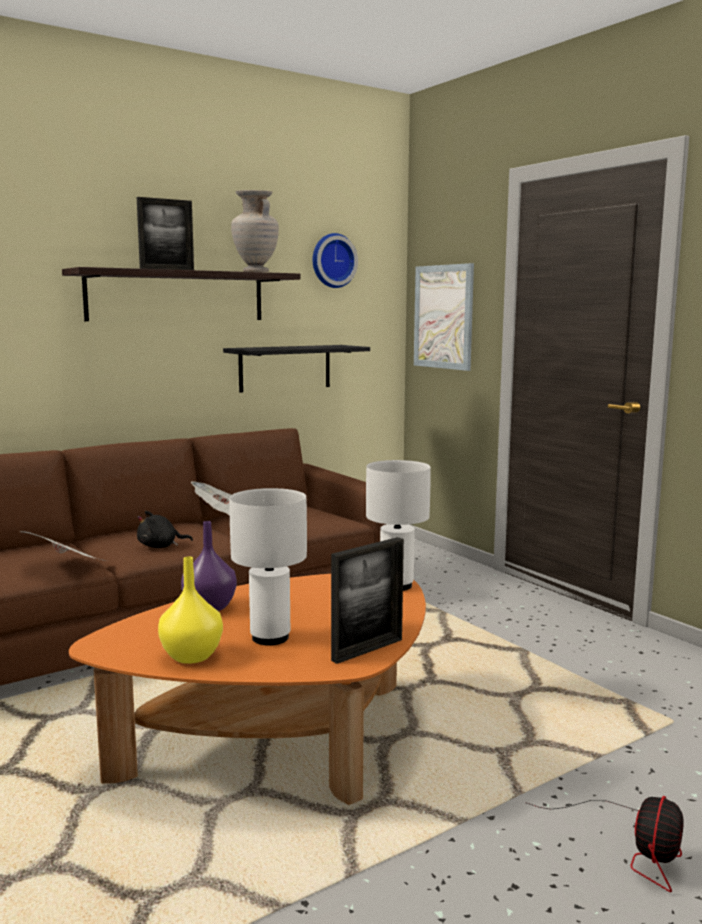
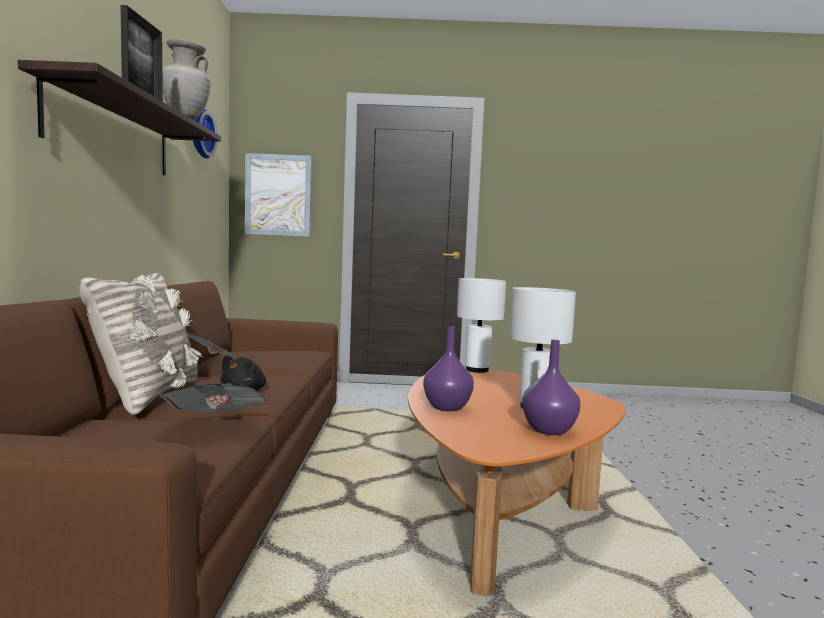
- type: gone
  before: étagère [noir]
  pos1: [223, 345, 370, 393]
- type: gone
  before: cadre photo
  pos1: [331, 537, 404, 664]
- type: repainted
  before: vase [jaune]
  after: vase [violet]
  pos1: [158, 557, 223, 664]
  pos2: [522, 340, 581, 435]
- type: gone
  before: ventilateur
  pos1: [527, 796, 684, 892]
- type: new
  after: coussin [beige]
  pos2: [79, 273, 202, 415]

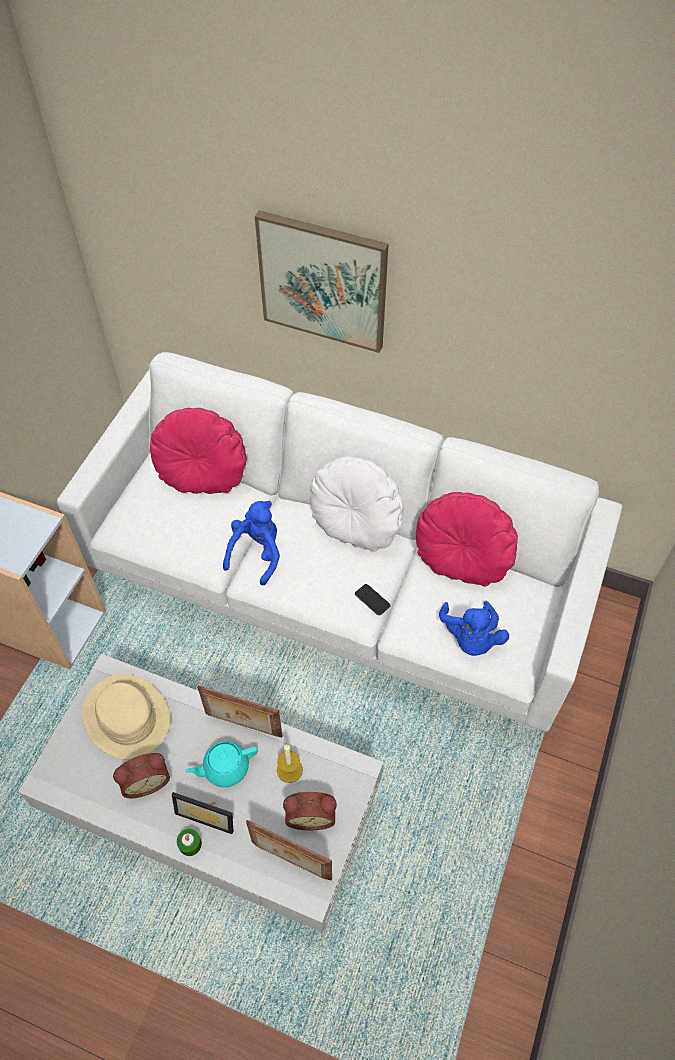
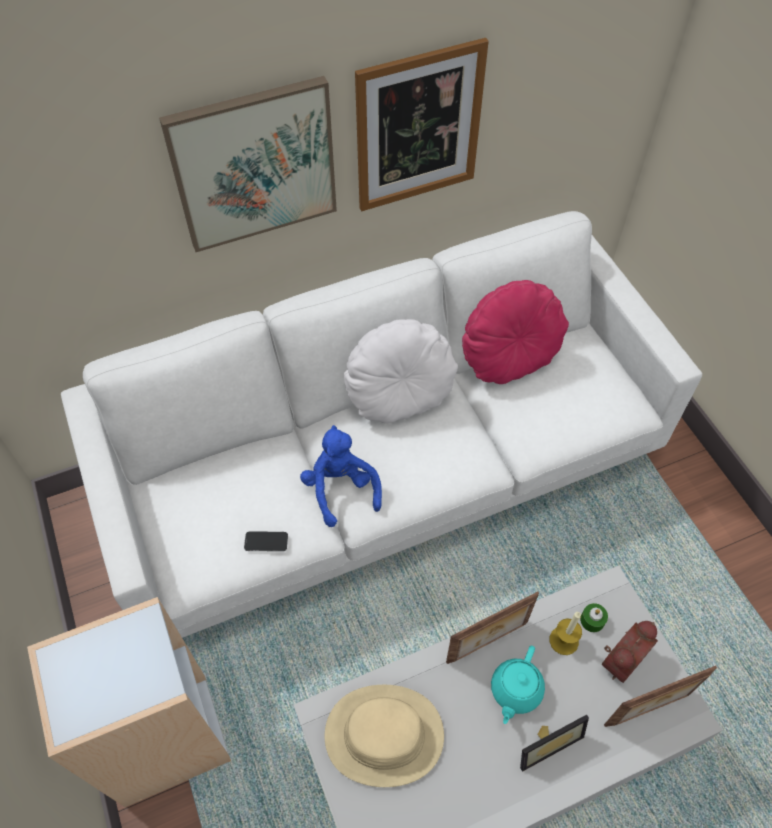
- type: gone
  before: coussin [rose]
  pos1: [150, 408, 247, 494]
- type: shifted
  before: téléphone
  pos1: [355, 584, 390, 616]
  pos2: [244, 531, 288, 552]
- type: gone
  before: peluche [bleu]
  pos1: [439, 601, 509, 656]
- type: gone
  before: réveil
  pos1: [113, 753, 170, 798]
- type: shifted
  before: bougie [vert]
  pos1: [177, 829, 202, 856]
  pos2: [580, 603, 608, 632]
- type: new
  after: tableau
  pos2: [355, 38, 489, 211]

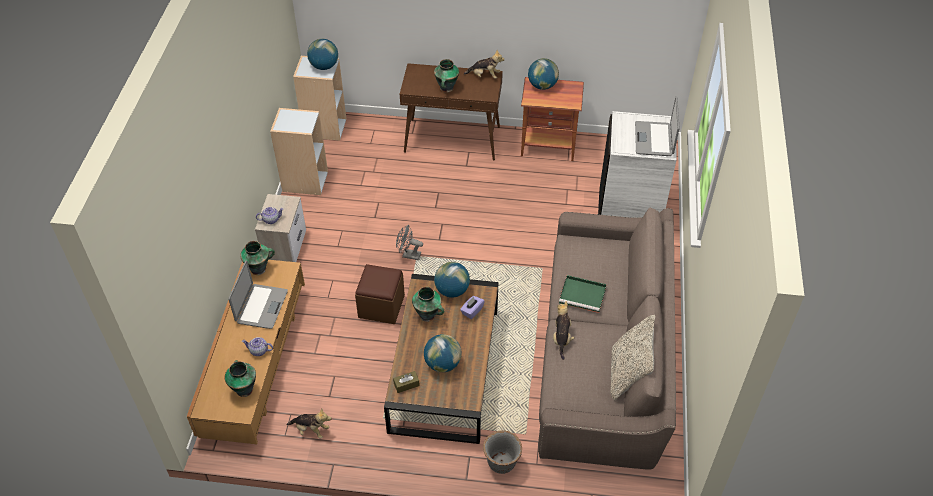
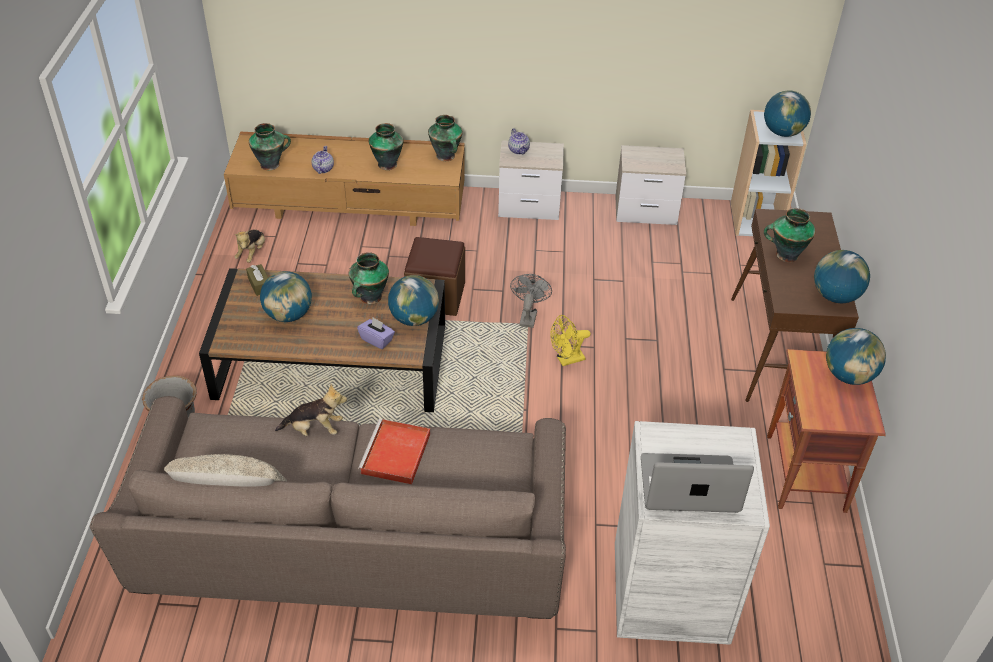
- type: swapped
  before: peluche
  after: globe
  pos1: [464, 50, 505, 79]
  pos2: [814, 250, 870, 303]
- type: swapped
  before: bibliothèque
  after: table de chevet
  pos1: [270, 108, 328, 195]
  pos2: [615, 145, 686, 225]
- type: swapped
  before: ordinateur portable
  after: vase
  pos1: [228, 261, 288, 329]
  pos2: [369, 123, 404, 170]
- type: repainted
  before: plateau [vert]
  after: plateau [rouge]
  pos1: [559, 275, 607, 313]
  pos2: [358, 419, 430, 484]
- type: new
  after: ventilateur [jaune]
  pos2: [550, 315, 591, 366]

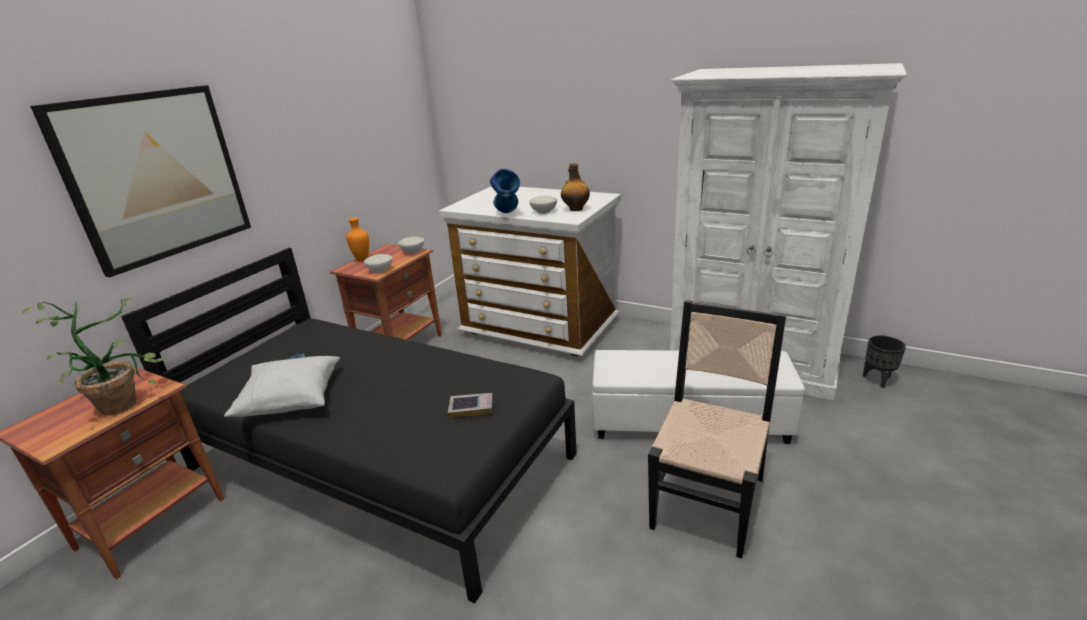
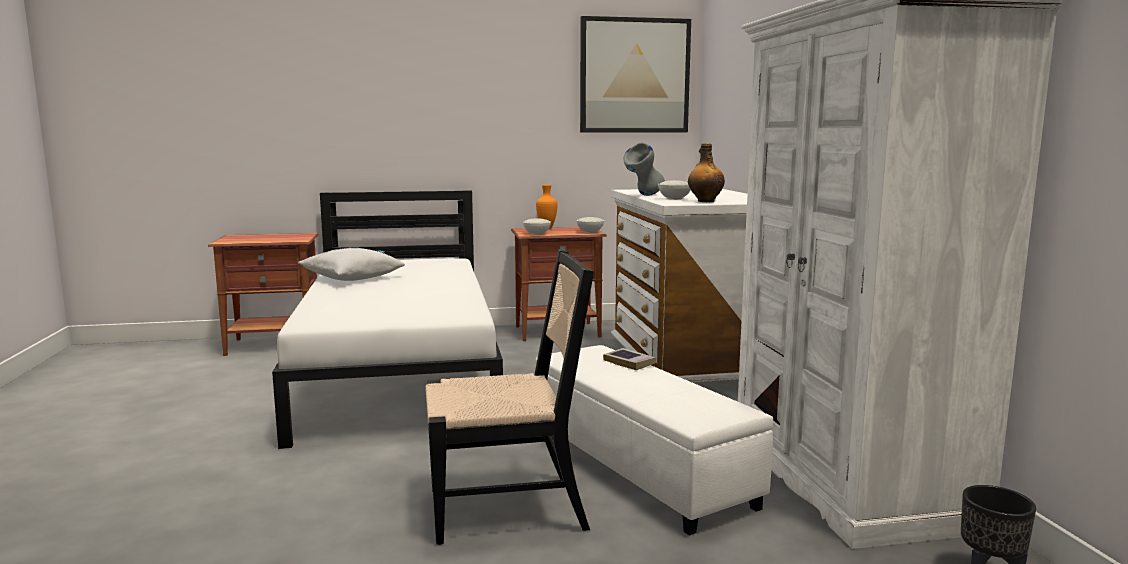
- type: shifted
  before: tableau
  pos1: [30, 85, 251, 277]
  pos2: [580, 16, 691, 133]
- type: repainted
  before: vase [bleu]
  after: vase [gris]
  pos1: [490, 169, 520, 213]
  pos2: [624, 142, 665, 196]
- type: repainted
  before: lit [noir]
  after: lit [blanc]
  pos1: [121, 248, 577, 603]
  pos2: [272, 191, 503, 449]
- type: gone
  before: plante en pot
  pos1: [22, 298, 165, 415]
- type: shifted
  before: livre
  pos1: [448, 393, 493, 417]
  pos2: [603, 348, 656, 370]

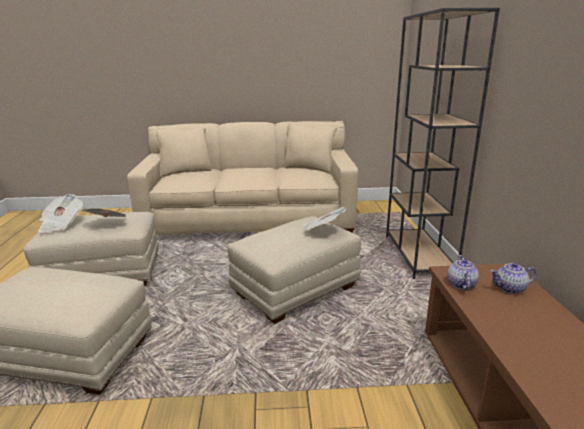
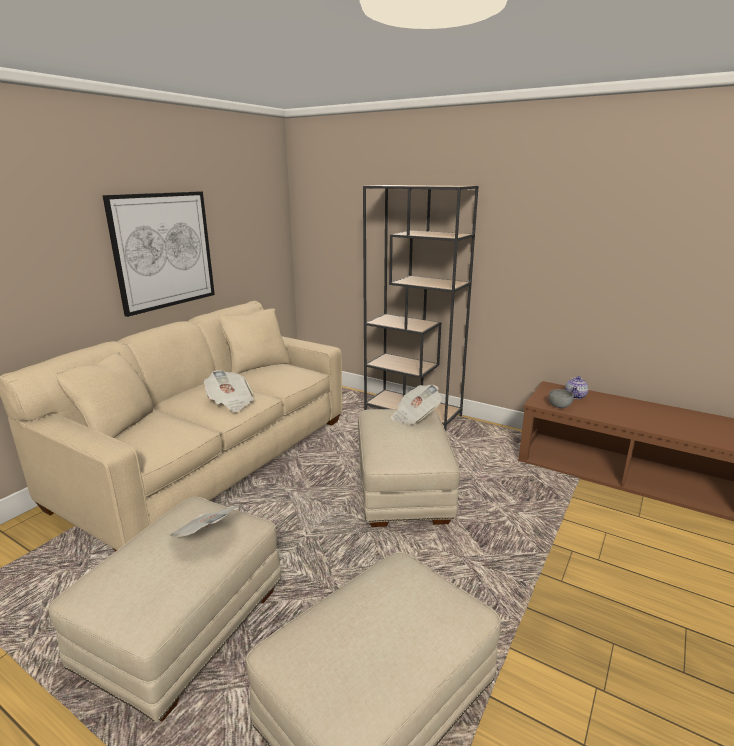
- type: shifted
  before: journal
  pos1: [38, 194, 83, 233]
  pos2: [204, 370, 255, 412]
- type: swapped
  before: théière
  after: bol [gris]
  pos1: [447, 255, 479, 290]
  pos2: [548, 389, 574, 408]
- type: new
  after: tableau
  pos2: [102, 191, 215, 317]

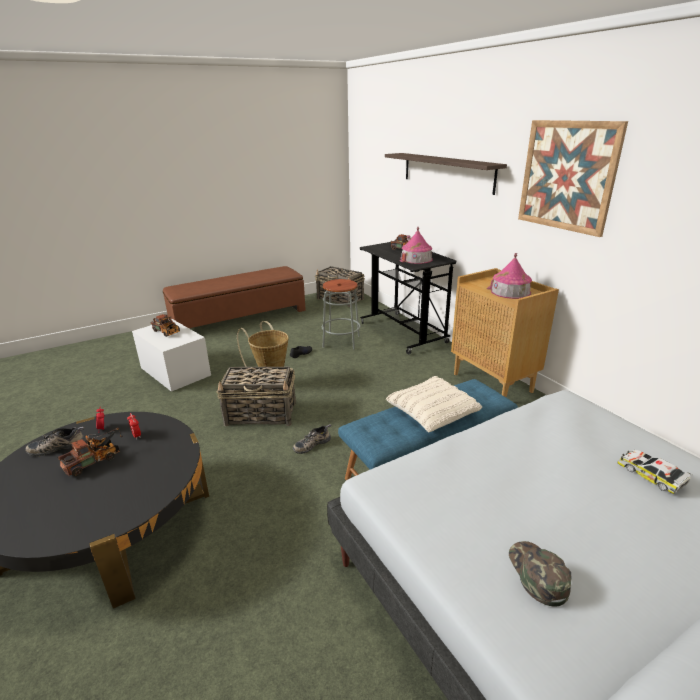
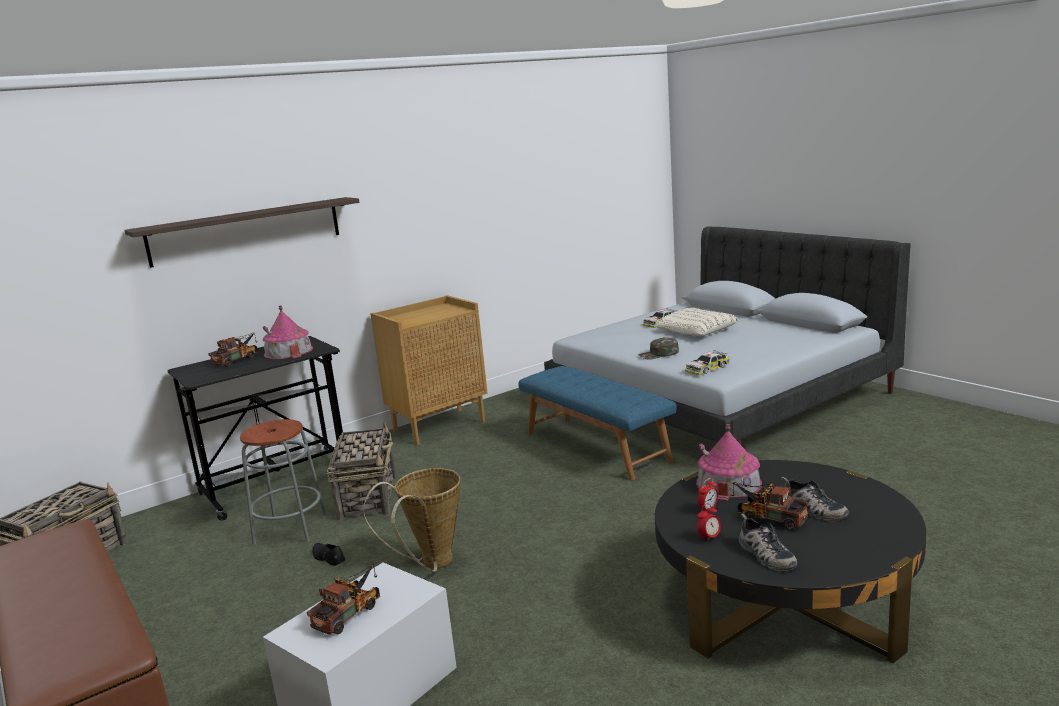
- type: gone
  before: tableau
  pos1: [518, 120, 628, 237]
- type: shifted
  before: maison miniature
  pos1: [487, 253, 532, 299]
  pos2: [696, 424, 762, 501]
- type: shifted
  before: panier
  pos1: [217, 367, 296, 426]
  pos2: [327, 422, 396, 520]
- type: shifted
  before: coussin [beige]
  pos1: [386, 376, 482, 432]
  pos2: [656, 308, 738, 336]
- type: shifted
  before: chaussure
  pos1: [293, 424, 331, 454]
  pos2: [780, 477, 849, 522]
- type: shifted
  before: casquette [vert]
  pos1: [509, 541, 572, 607]
  pos2: [638, 337, 679, 360]
- type: new
  after: petite voiture
  pos2: [685, 350, 729, 375]

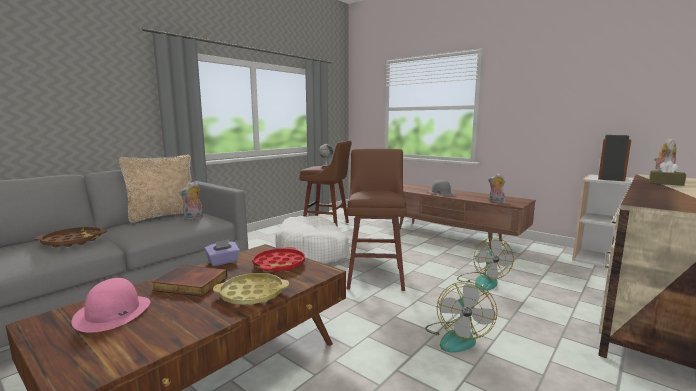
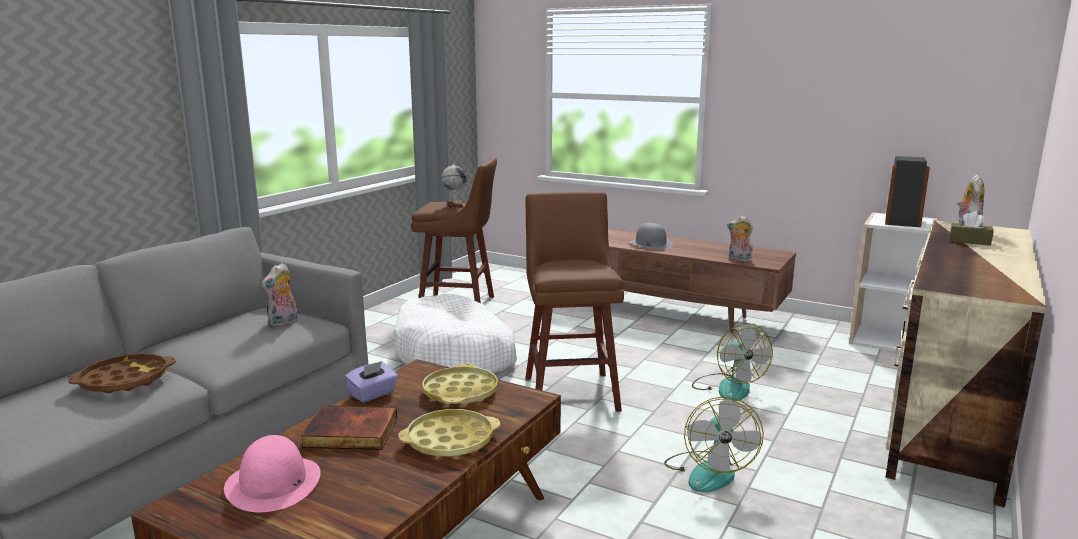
- type: gone
  before: coussin [beige]
  pos1: [119, 154, 192, 223]
- type: repainted
  before: plateau [rouge]
  after: plateau [jaune]
  pos1: [253, 247, 305, 272]
  pos2: [422, 364, 498, 405]

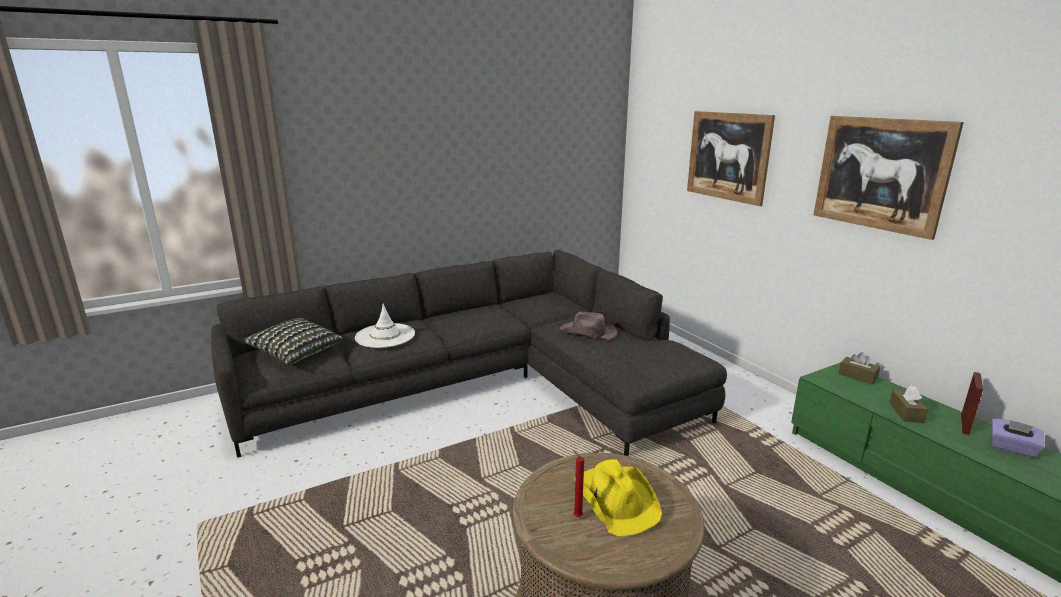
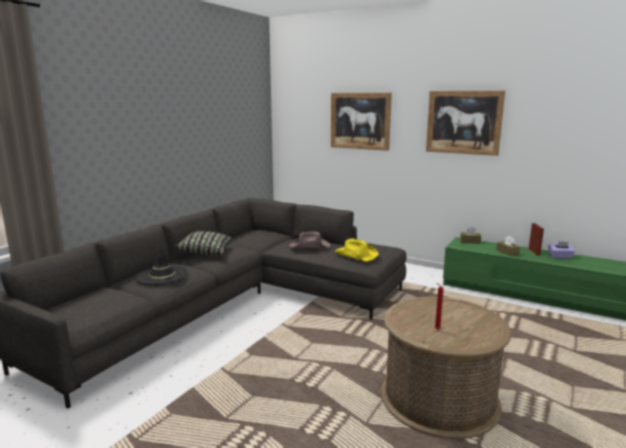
- type: repainted
  before: chapeau [blanc]
  after: chapeau [noir]
  pos1: [355, 304, 415, 348]
  pos2: [135, 247, 188, 285]
- type: shifted
  before: coussin
  pos1: [241, 318, 343, 366]
  pos2: [174, 231, 232, 256]
- type: shifted
  before: chapeau [jaune]
  pos1: [574, 459, 662, 536]
  pos2: [335, 239, 379, 261]

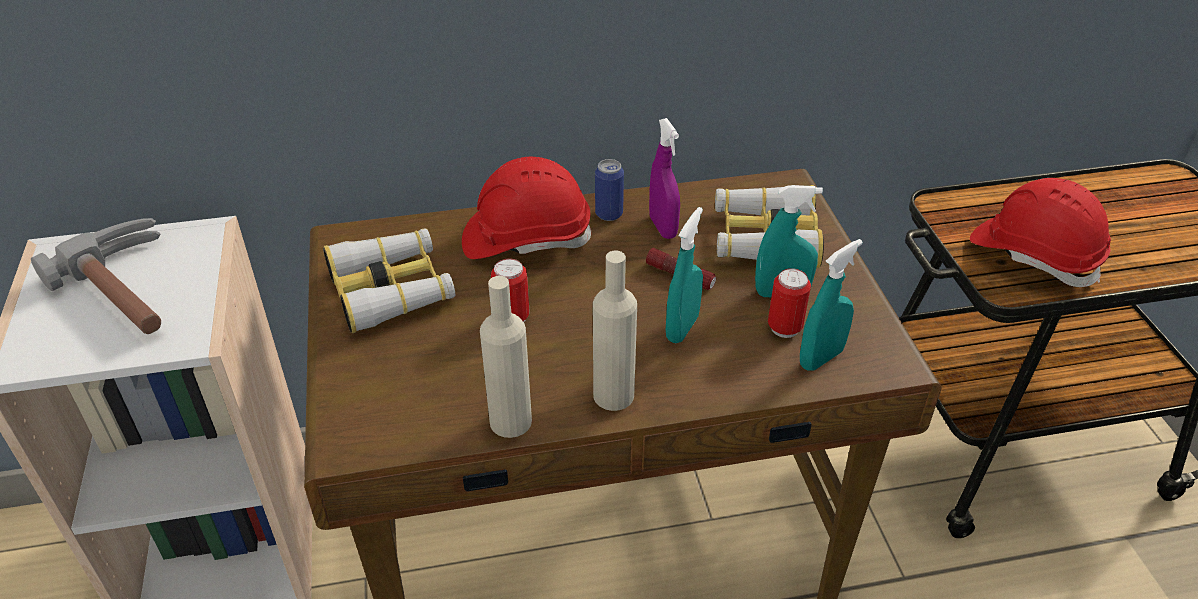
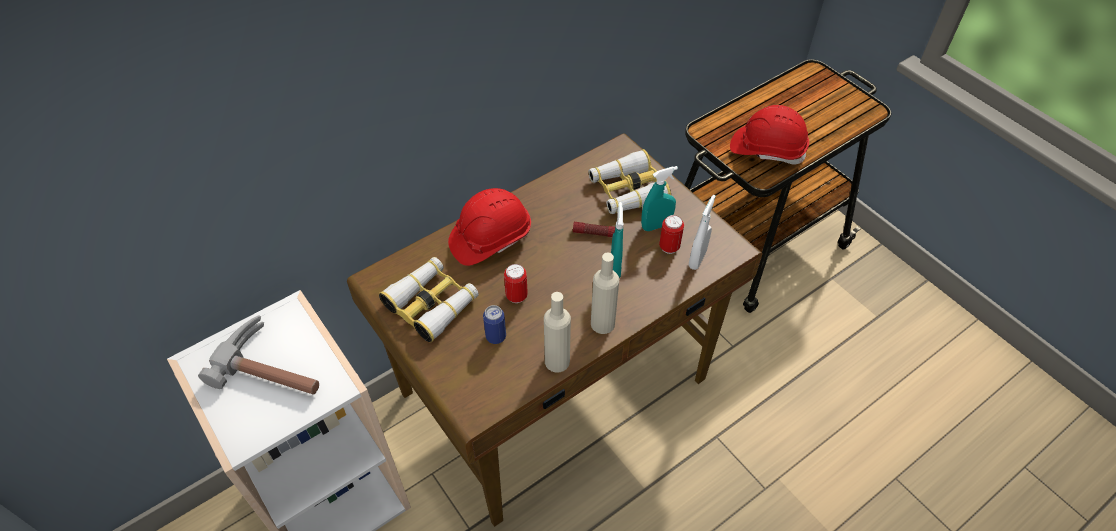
- type: gone
  before: vaporisateur [violet]
  pos1: [649, 118, 680, 239]
- type: shifted
  before: boîte métallique
  pos1: [595, 159, 624, 221]
  pos2: [483, 305, 506, 344]
- type: repainted
  before: vaporisateur [turquoise]
  after: vaporisateur [blanc]
  pos1: [800, 239, 863, 371]
  pos2: [689, 195, 716, 270]

